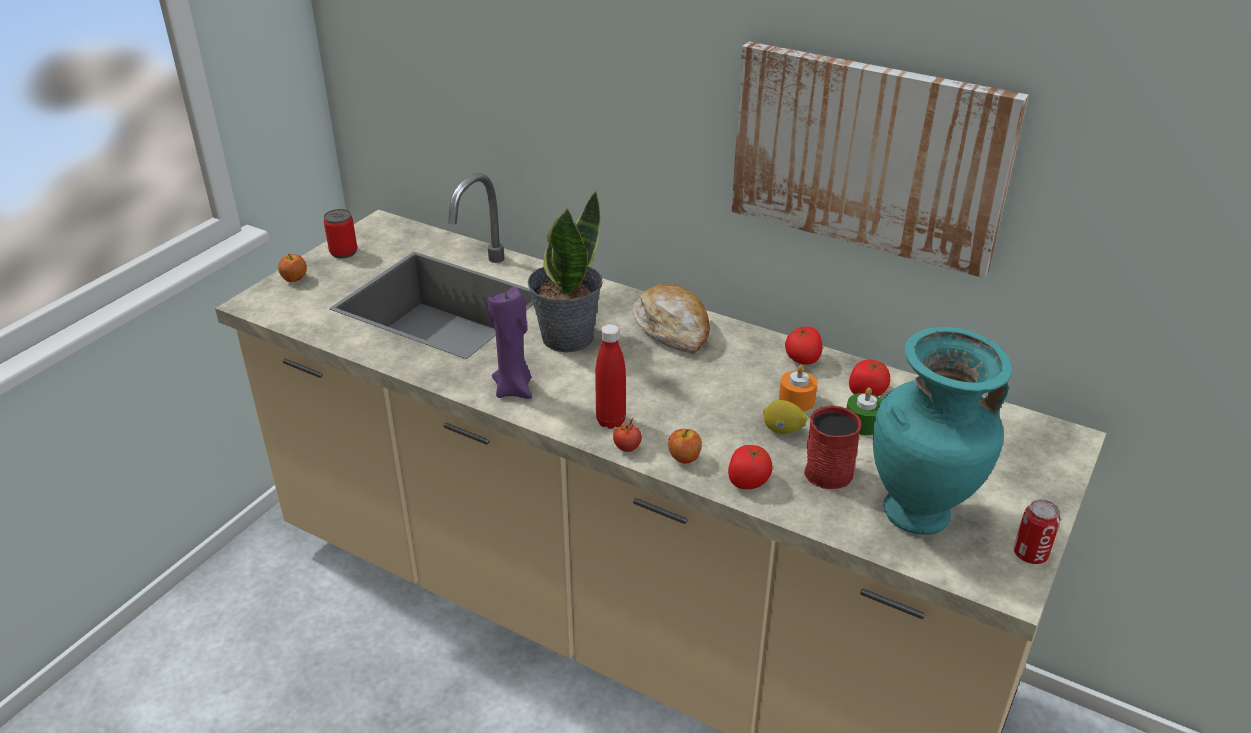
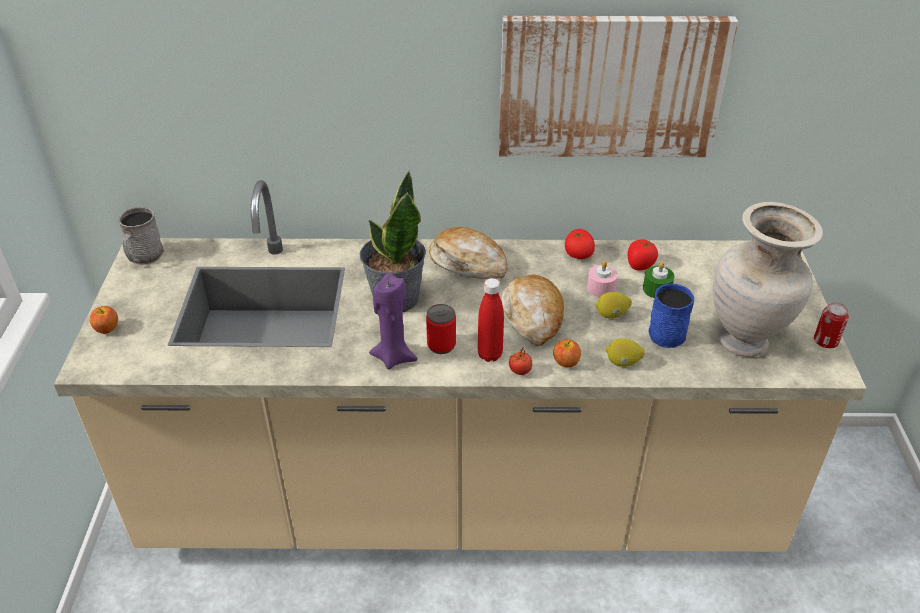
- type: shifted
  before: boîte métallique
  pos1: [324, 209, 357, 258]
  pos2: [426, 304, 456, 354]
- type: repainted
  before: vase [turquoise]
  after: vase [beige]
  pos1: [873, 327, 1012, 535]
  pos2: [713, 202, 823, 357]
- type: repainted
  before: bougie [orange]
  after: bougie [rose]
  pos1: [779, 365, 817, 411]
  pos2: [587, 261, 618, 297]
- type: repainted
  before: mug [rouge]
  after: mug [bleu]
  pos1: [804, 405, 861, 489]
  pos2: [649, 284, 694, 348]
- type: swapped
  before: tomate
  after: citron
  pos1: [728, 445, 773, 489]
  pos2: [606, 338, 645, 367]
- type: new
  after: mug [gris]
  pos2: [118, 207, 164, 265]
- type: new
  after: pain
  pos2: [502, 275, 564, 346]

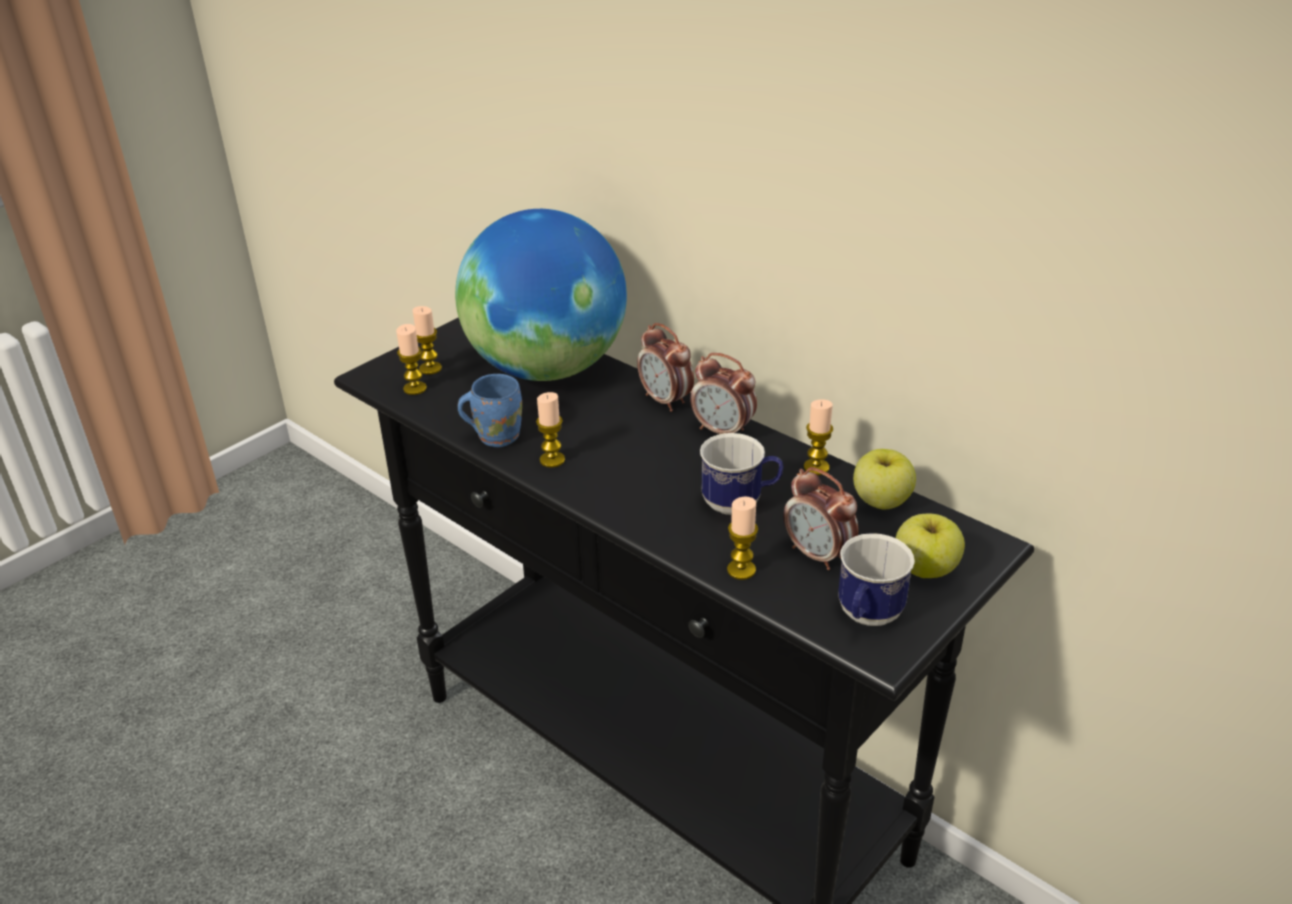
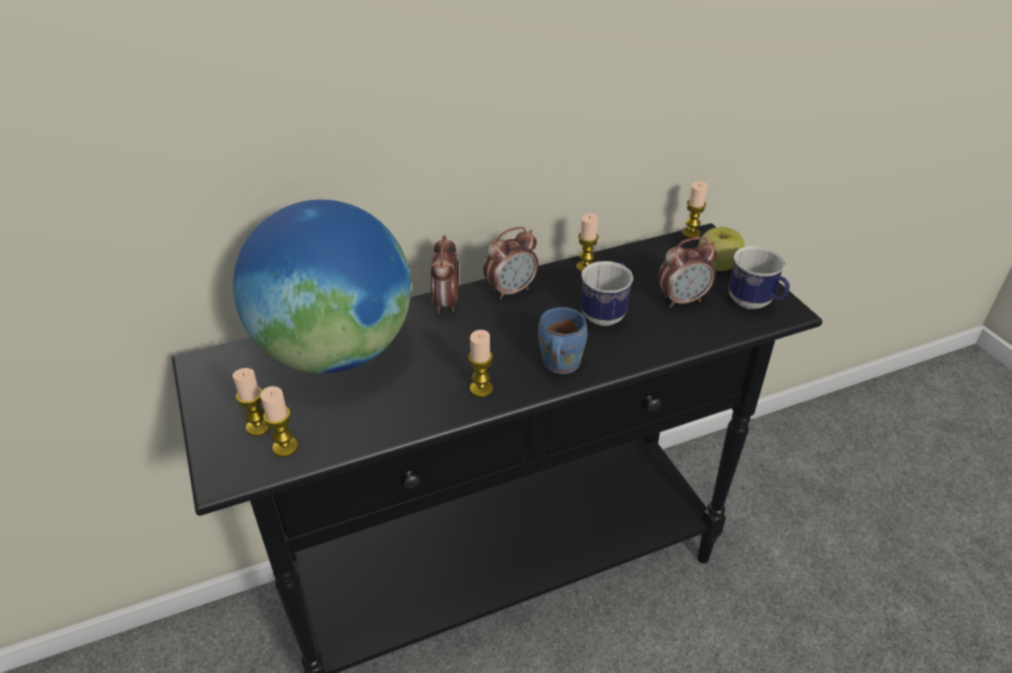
- type: rotated
  before: réveil
  pos1: [637, 323, 694, 412]
  pos2: [431, 236, 459, 314]
  turn: 105
- type: shifted
  before: mug [bleu]
  pos1: [457, 374, 522, 447]
  pos2: [538, 307, 588, 374]
- type: gone
  before: pomme
  pos1: [853, 449, 916, 510]
- type: shifted
  before: bougie
  pos1: [727, 497, 758, 580]
  pos2: [682, 181, 708, 238]

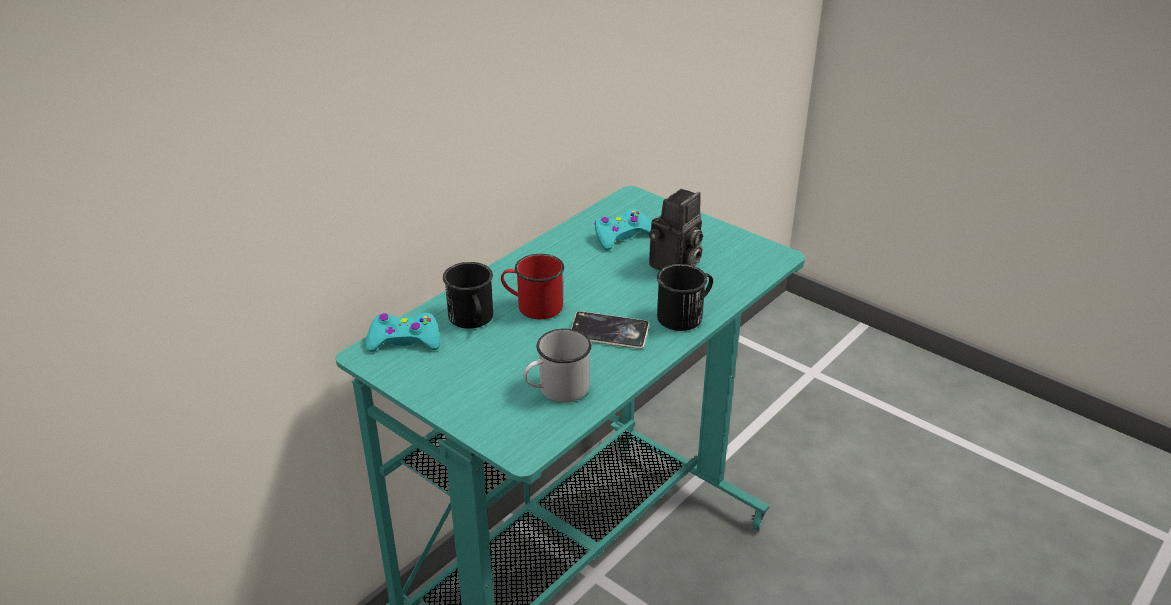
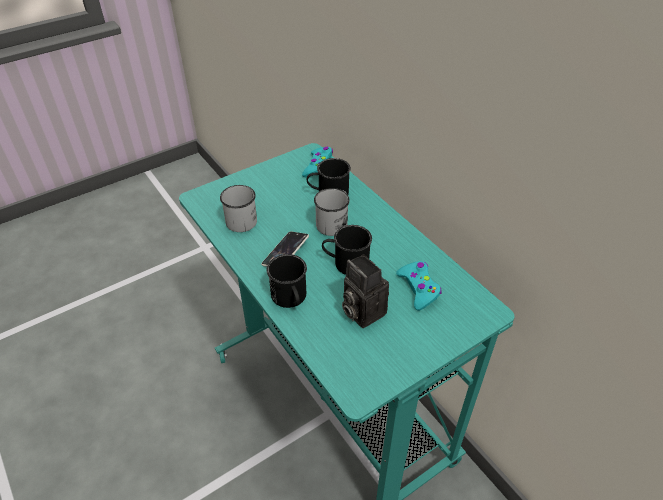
- type: repainted
  before: mug [rouge]
  after: mug [blanc]
  pos1: [501, 254, 564, 319]
  pos2: [314, 188, 350, 236]
- type: new
  after: mug [noir]
  pos2: [322, 225, 372, 275]

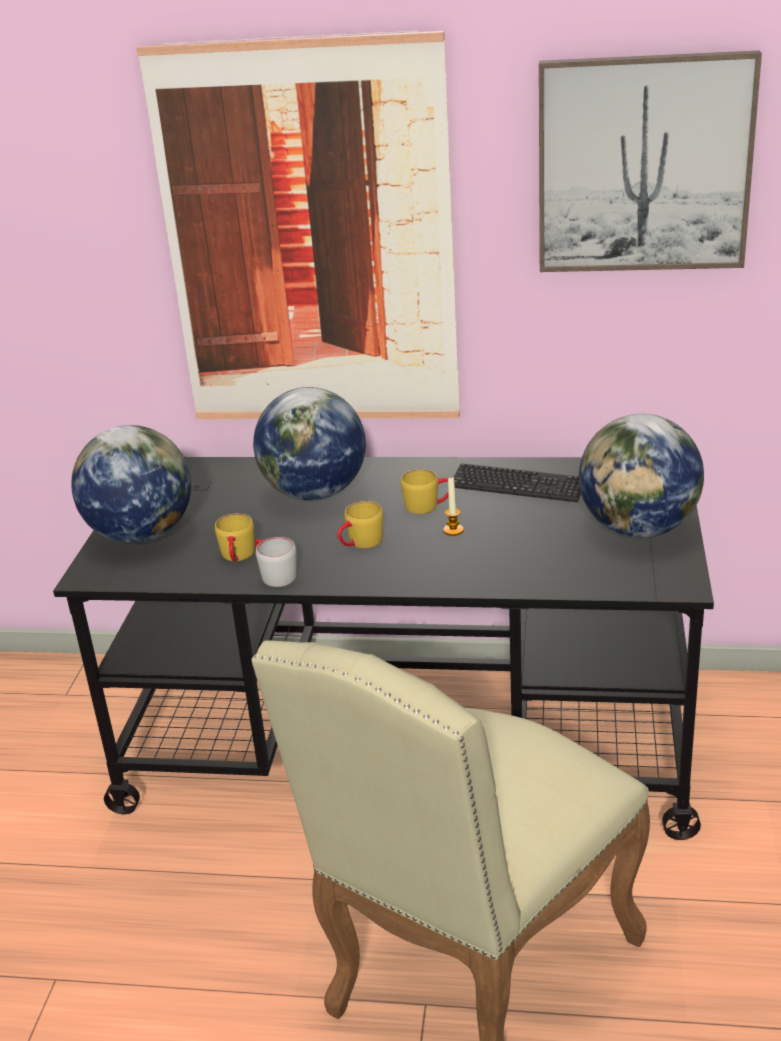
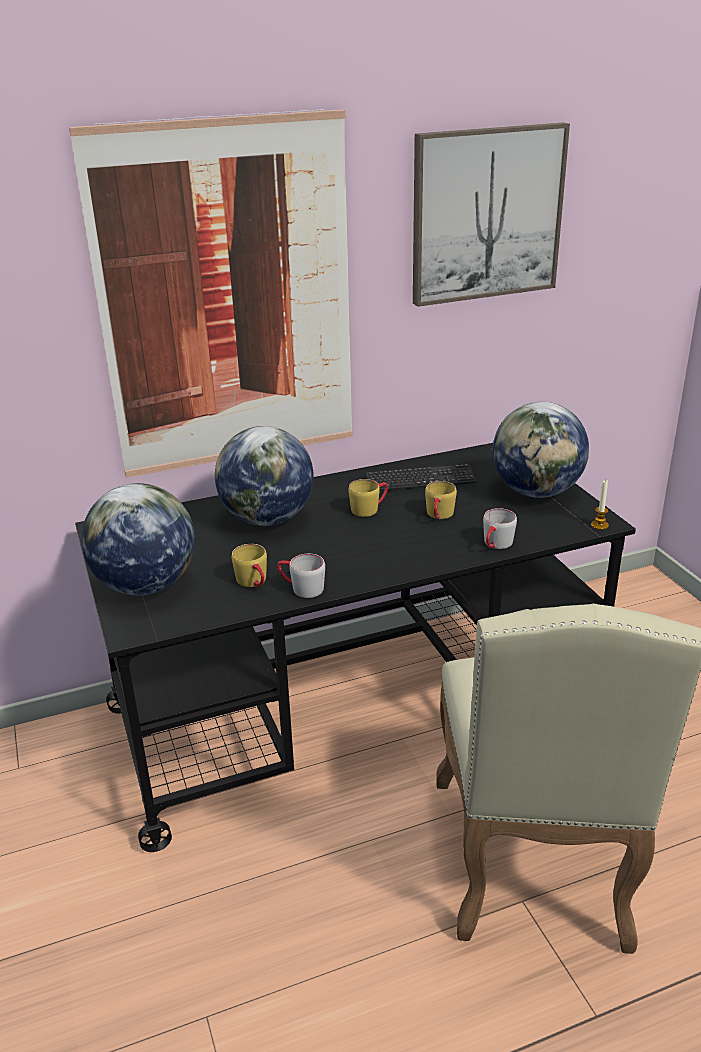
- type: shifted
  before: bougie
  pos1: [443, 477, 464, 536]
  pos2: [591, 480, 609, 530]
- type: shifted
  before: mug [jaune]
  pos1: [337, 501, 383, 548]
  pos2: [425, 481, 457, 519]
- type: new
  after: mug [gris]
  pos2: [483, 508, 517, 549]

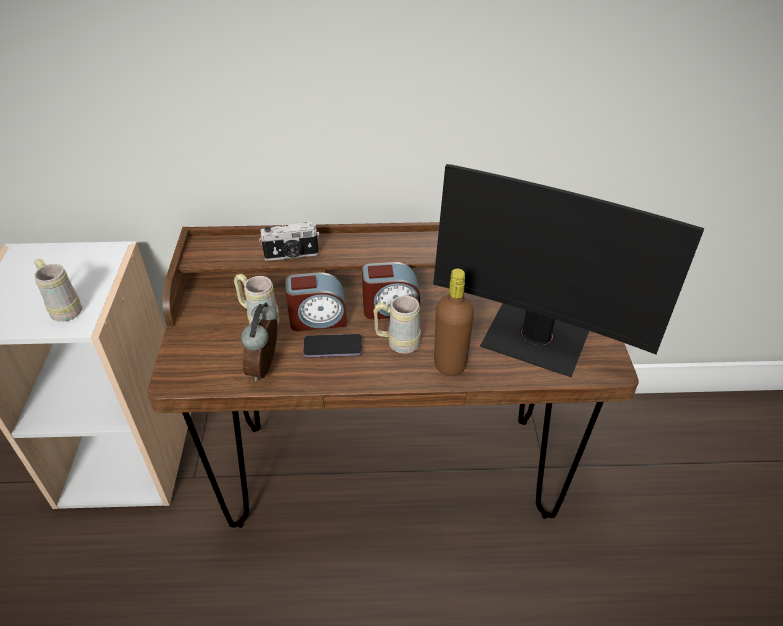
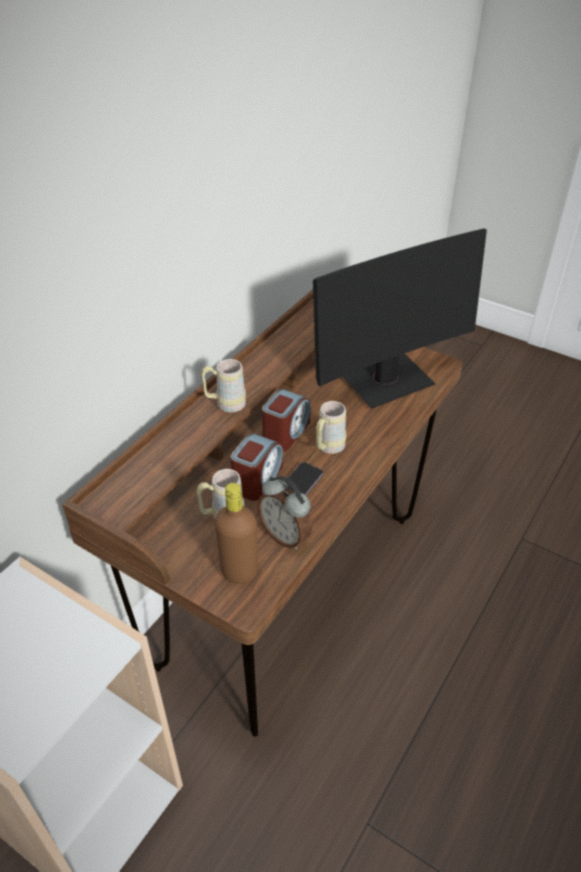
- type: gone
  before: appareil photo
  pos1: [259, 222, 319, 261]
- type: shifted
  before: mug [beige]
  pos1: [34, 259, 82, 322]
  pos2: [201, 359, 246, 412]
- type: shifted
  before: bouteille [marron]
  pos1: [434, 268, 474, 376]
  pos2: [215, 483, 258, 584]

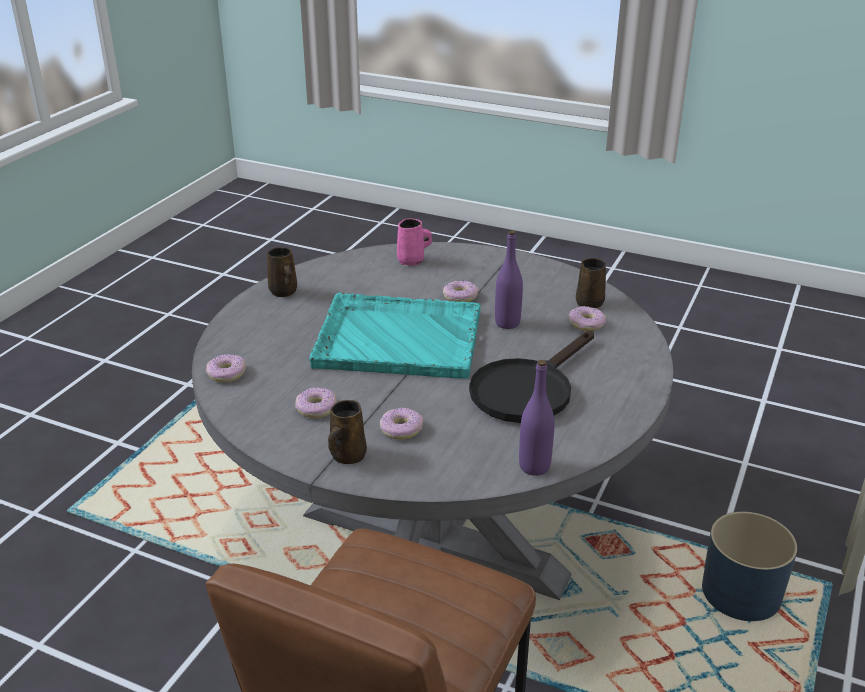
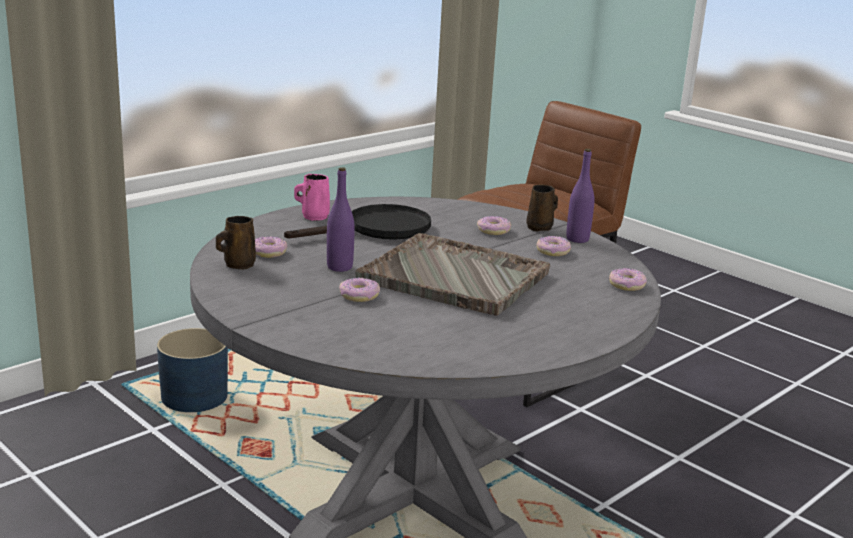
- type: shifted
  before: mug [rose]
  pos1: [397, 218, 432, 266]
  pos2: [294, 174, 330, 221]
- type: gone
  before: mug [marron]
  pos1: [267, 247, 297, 297]
- type: repainted
  before: plateau [turquoise]
  after: plateau [gris]
  pos1: [309, 293, 481, 379]
  pos2: [355, 233, 550, 316]
- type: shifted
  before: bouteille [violet]
  pos1: [519, 360, 554, 476]
  pos2: [567, 149, 595, 243]

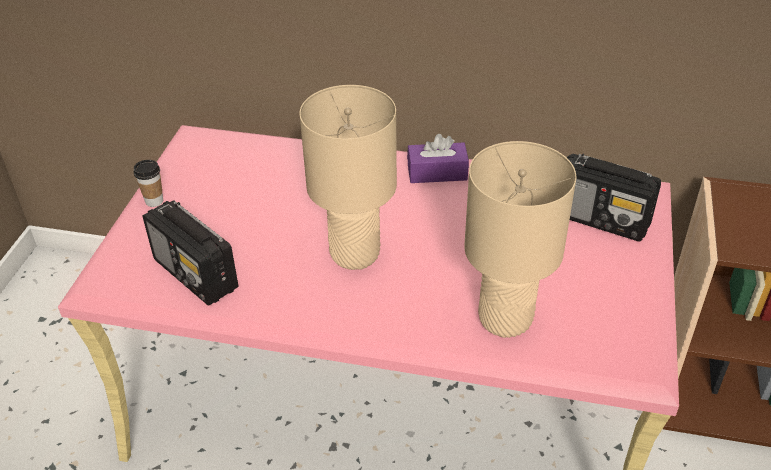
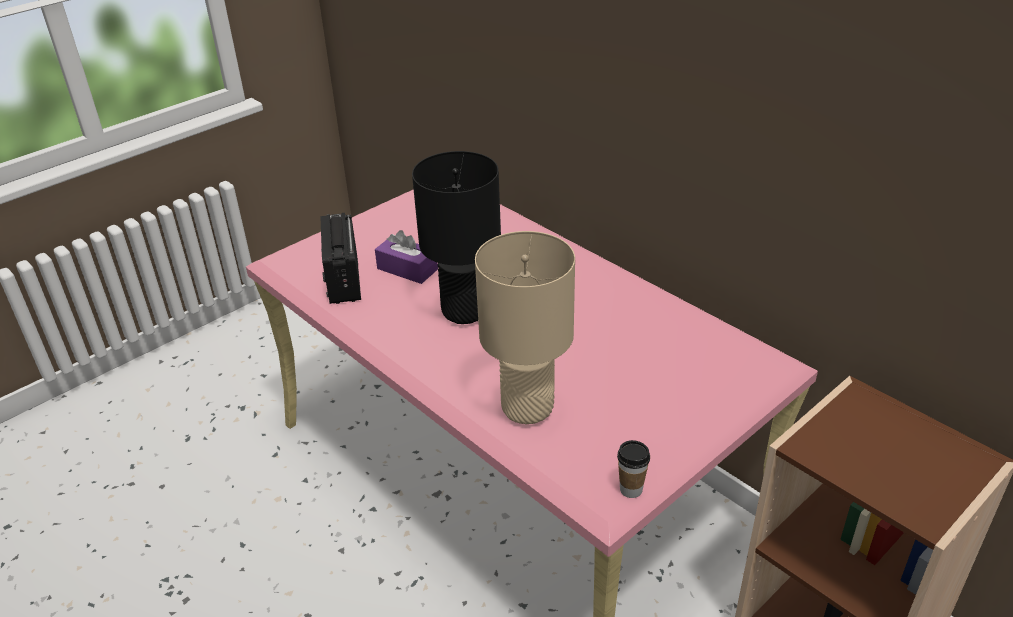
- type: repainted
  before: lampe de table [beige]
  after: lampe de table [noir]
  pos1: [299, 85, 397, 270]
  pos2: [412, 151, 501, 324]
- type: shifted
  before: boîte à mouchoirs [violet]
  pos1: [407, 134, 469, 183]
  pos2: [375, 230, 438, 284]
- type: gone
  before: radio
  pos1: [567, 154, 661, 241]
- type: shifted
  before: tasse
  pos1: [134, 160, 163, 207]
  pos2: [617, 440, 650, 498]

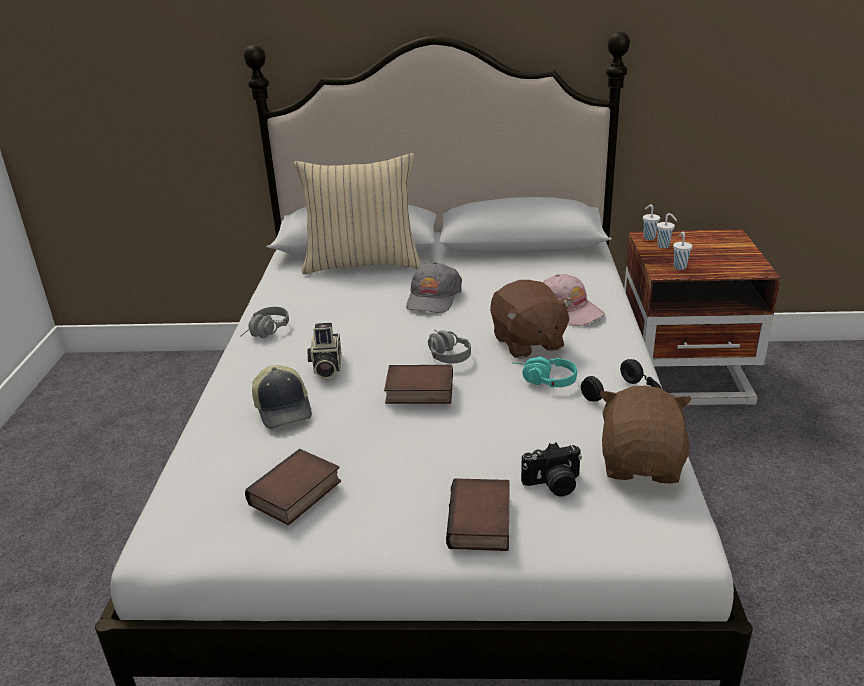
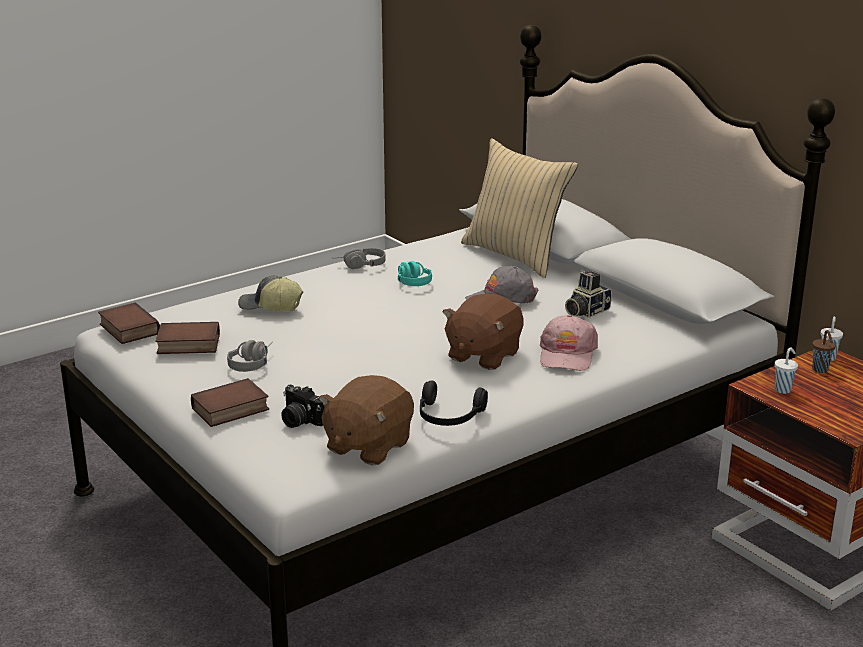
- type: repainted
  before: tasse [blanc]
  after: tasse [marron]
  pos1: [657, 213, 677, 248]
  pos2: [812, 330, 836, 373]
- type: shifted
  before: appareil photo
  pos1: [307, 323, 341, 379]
  pos2: [565, 271, 612, 318]
- type: shifted
  before: casque audio [gris]
  pos1: [428, 329, 471, 363]
  pos2: [227, 340, 273, 372]
- type: shifted
  before: casque audio [turquoise]
  pos1: [512, 356, 577, 387]
  pos2: [398, 261, 432, 286]
- type: rotated
  before: casquette
  pos1: [252, 365, 312, 429]
  pos2: [238, 275, 303, 312]
  turn: 75
- type: shifted
  before: livre
  pos1: [384, 365, 453, 404]
  pos2: [98, 302, 160, 344]
- type: rotated
  before: peluche [marron]
  pos1: [600, 386, 691, 483]
  pos2: [319, 375, 414, 465]
  turn: 150

